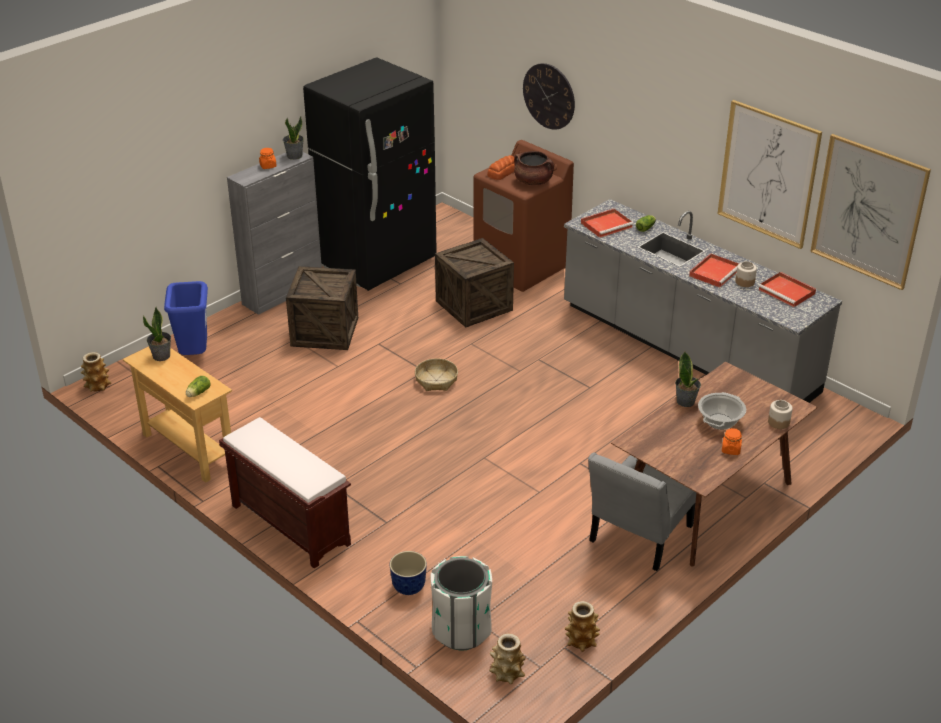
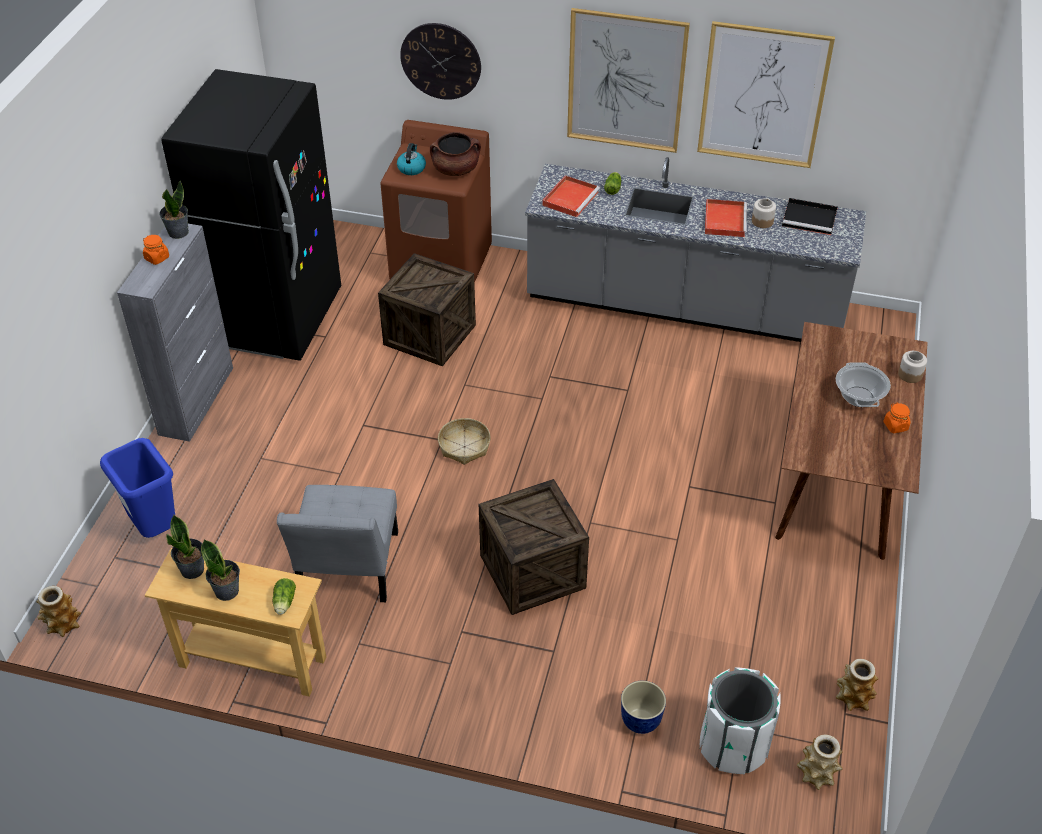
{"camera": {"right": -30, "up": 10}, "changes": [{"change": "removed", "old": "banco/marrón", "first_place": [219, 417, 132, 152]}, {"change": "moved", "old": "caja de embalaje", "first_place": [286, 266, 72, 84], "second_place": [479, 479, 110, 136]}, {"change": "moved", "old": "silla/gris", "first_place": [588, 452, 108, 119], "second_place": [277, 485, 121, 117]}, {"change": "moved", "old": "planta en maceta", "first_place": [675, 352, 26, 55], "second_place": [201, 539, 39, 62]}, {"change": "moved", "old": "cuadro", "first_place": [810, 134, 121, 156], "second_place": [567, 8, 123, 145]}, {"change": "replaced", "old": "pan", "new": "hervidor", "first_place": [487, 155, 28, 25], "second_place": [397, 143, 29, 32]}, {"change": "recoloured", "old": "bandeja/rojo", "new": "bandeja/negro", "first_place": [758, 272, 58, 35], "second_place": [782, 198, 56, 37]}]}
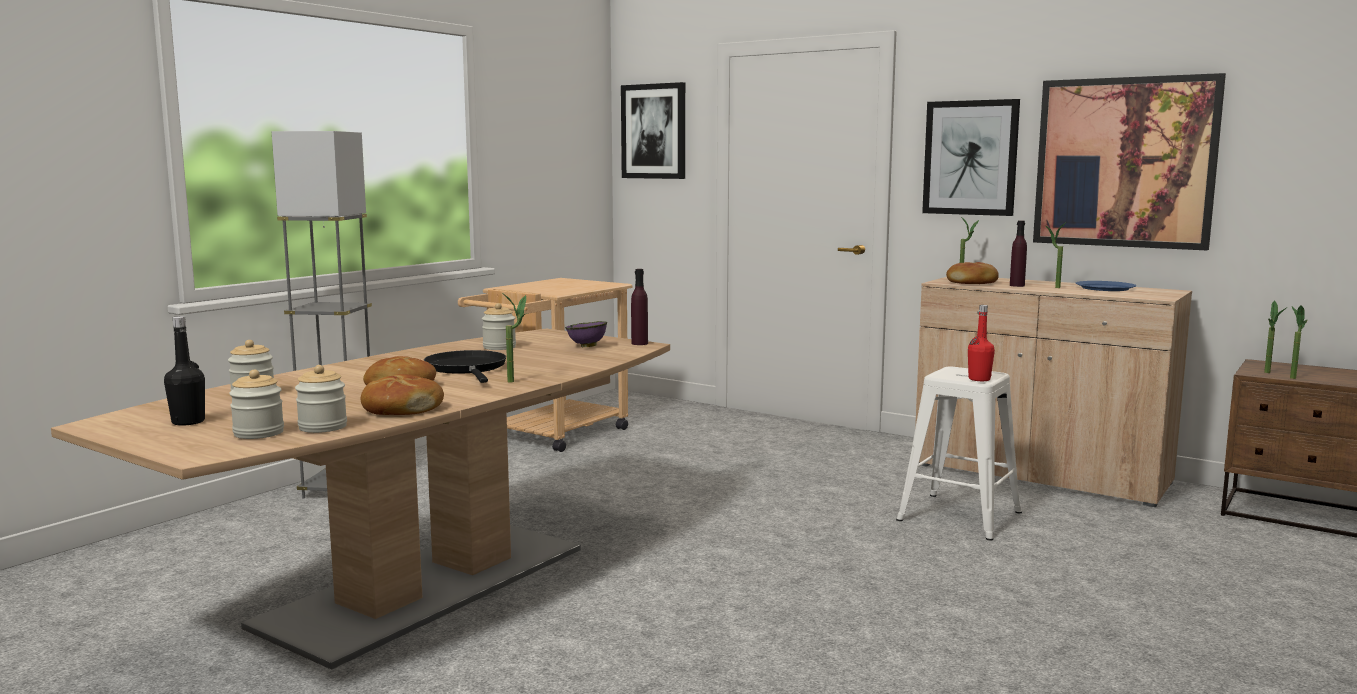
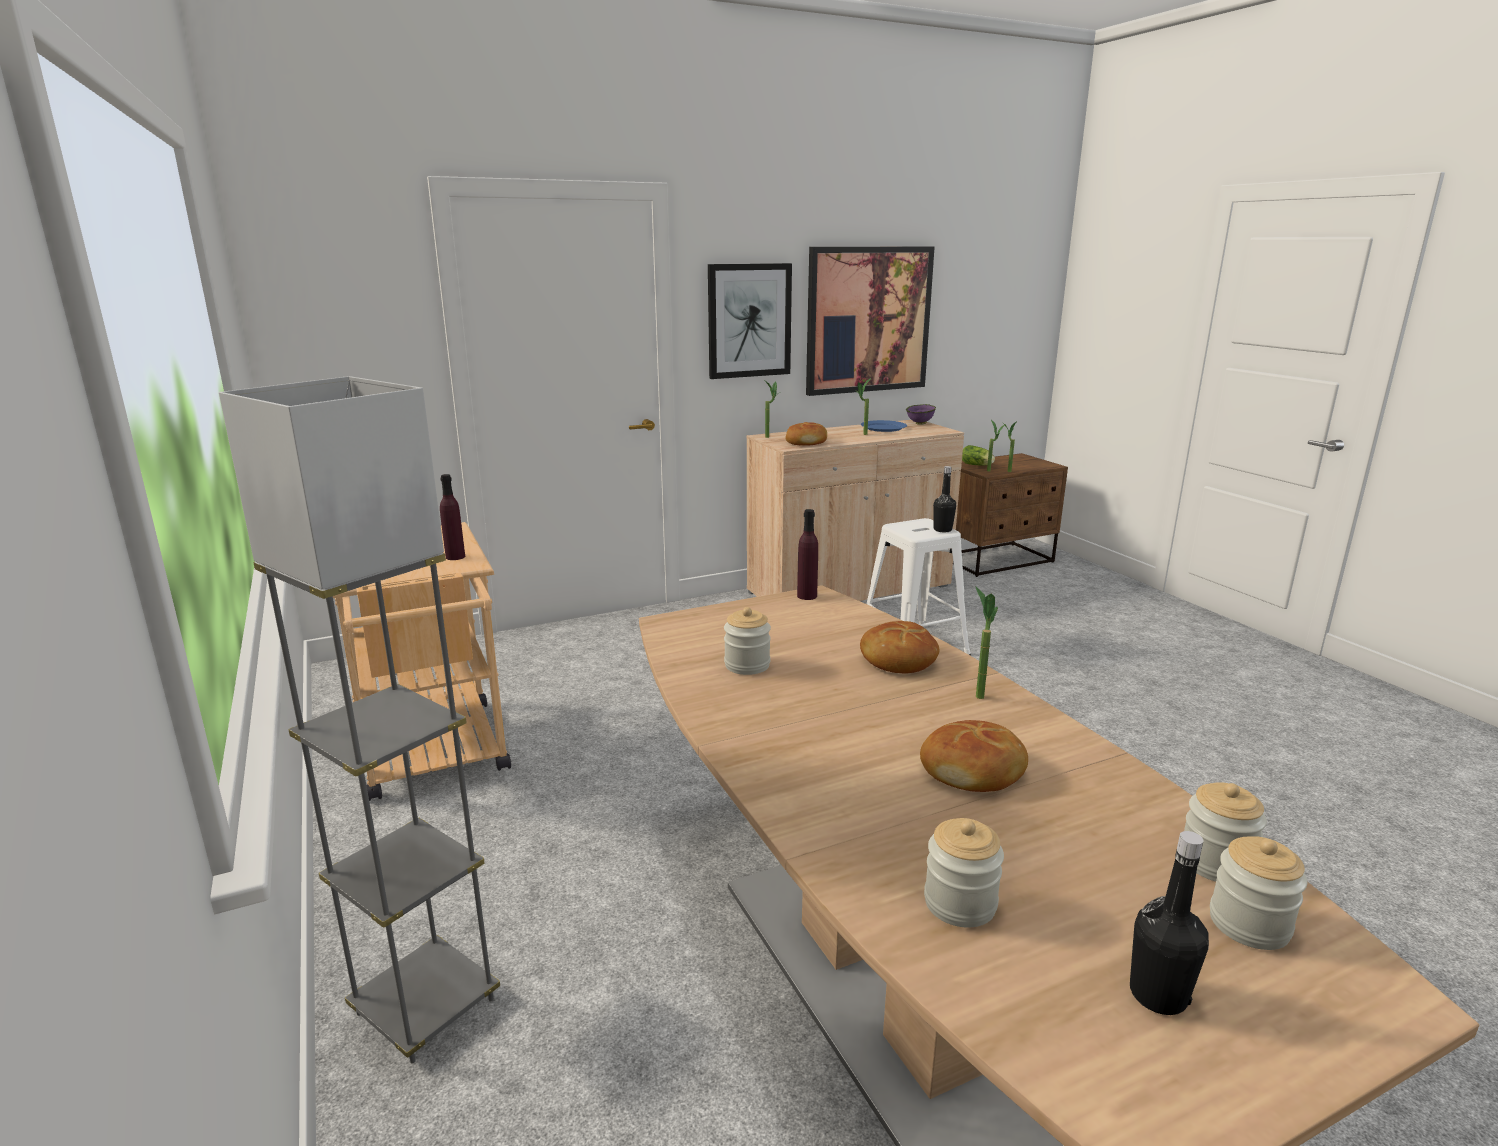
{"camera": {"right": -60, "up": 10}, "changes": [{"change": "removed", "old": "sartén/negro", "first_place": [424, 350, 82, 33]}, {"change": "removed", "old": "cuadro", "first_place": [621, 82, 64, 97]}, {"change": "added", "new": "lechuga", "second_place": [962, 445, 33, 21]}, {"change": "moved", "old": "pan", "first_place": [361, 374, 83, 41], "second_place": [860, 621, 79, 52]}, {"change": "moved", "old": "cuenco/morado", "first_place": [565, 321, 42, 26], "second_place": [906, 404, 30, 21]}, {"change": "moved", "old": "botella/morado", "first_place": [1010, 221, 17, 66], "second_place": [440, 474, 25, 86]}, {"change": "recoloured", "old": "botella/rojo", "new": "botella/negro", "first_place": [968, 305, 27, 76], "second_place": [933, 466, 23, 66]}]}
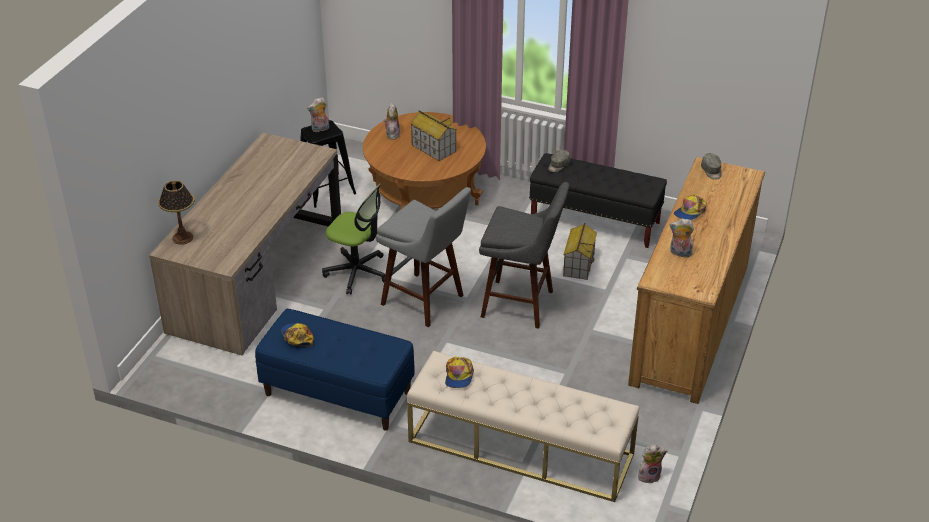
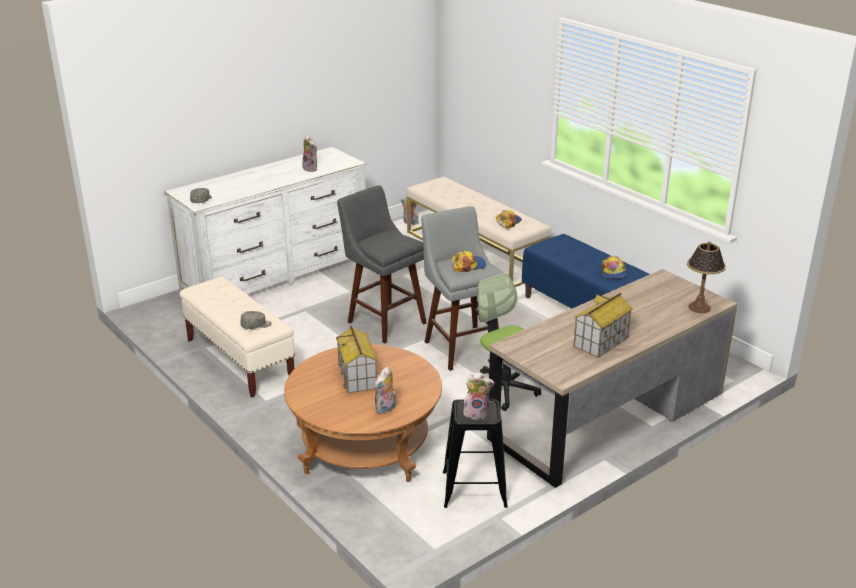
{"camera": {"right": -150, "up": -10}, "changes": [{"change": "moved", "old": "casita", "first_place": [563, 223, 34, 57], "second_place": [573, 293, 59, 65]}, {"change": "moved", "old": "gorra", "first_place": [674, 194, 33, 26], "second_place": [452, 251, 34, 21]}, {"change": "recoloured", "old": "banco/negro", "new": "banco/beis", "first_place": [529, 153, 138, 95], "second_place": [180, 277, 115, 120]}, {"change": "recoloured", "old": "cómoda/marrón", "new": "cómoda/blanco", "first_place": [628, 157, 137, 247], "second_place": [164, 147, 203, 147]}]}
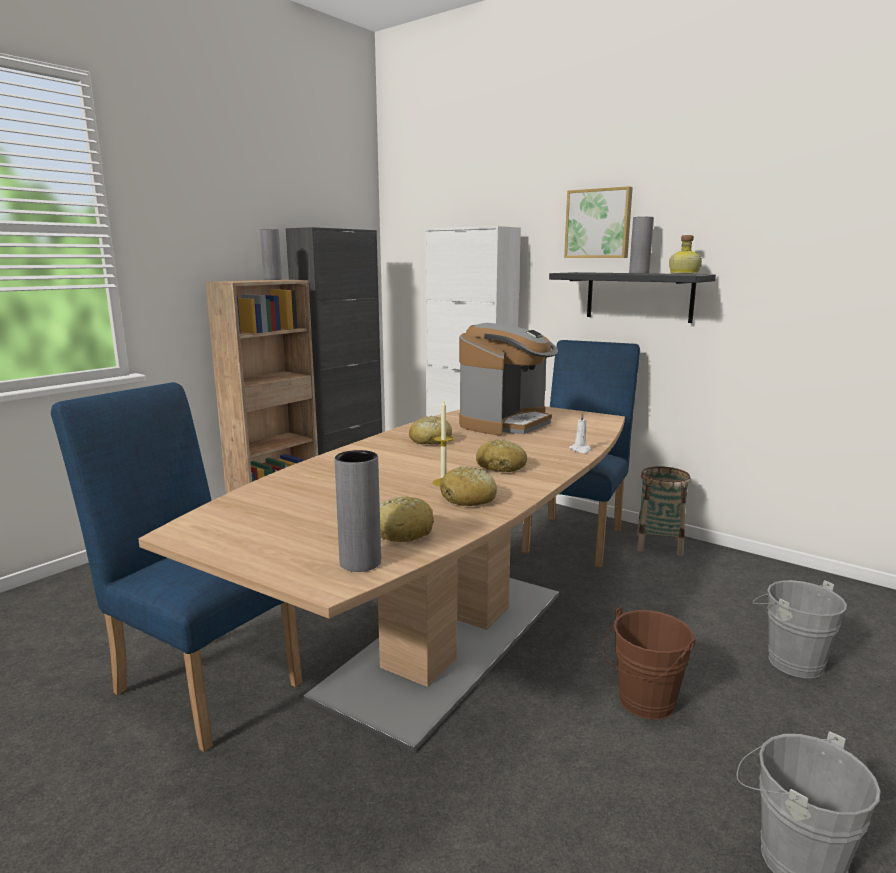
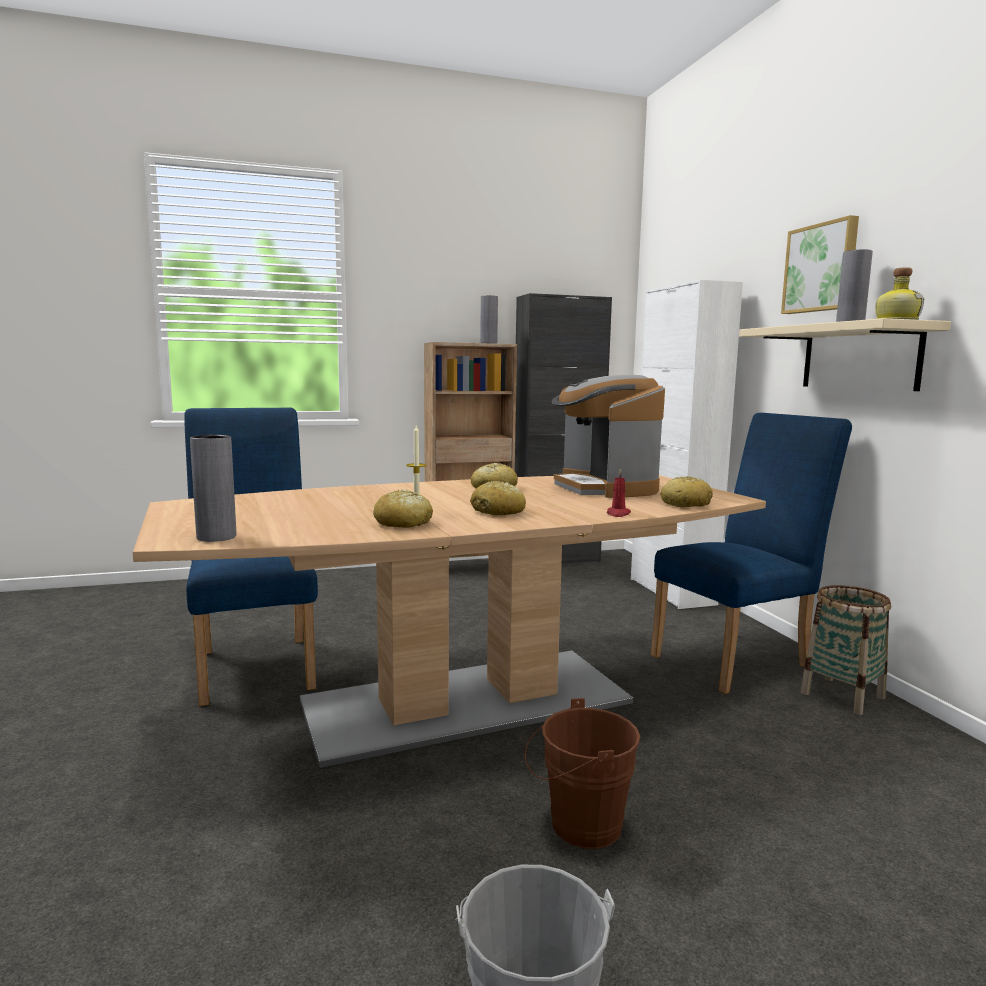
{"camera": {"right": 35, "up": -5}, "changes": [{"change": "removed", "old": "cubo/gris", "first_place": [753, 580, 94, 98]}, {"change": "moved", "old": "pan", "first_place": [380, 496, 54, 46], "second_place": [660, 476, 53, 31]}, {"change": "recoloured", "old": "estante/negro", "new": "estante/beis", "first_place": [549, 272, 167, 51], "second_place": [739, 318, 212, 73]}, {"change": "recoloured", "old": "vela/blanco", "new": "vela/rojo", "first_place": [569, 412, 22, 41], "second_place": [607, 468, 24, 49]}, {"change": "turned", "old": "cafetera", "first_place": [459, 323, 99, 112], "second_place": [552, 375, 113, 123], "degrees": 90}]}
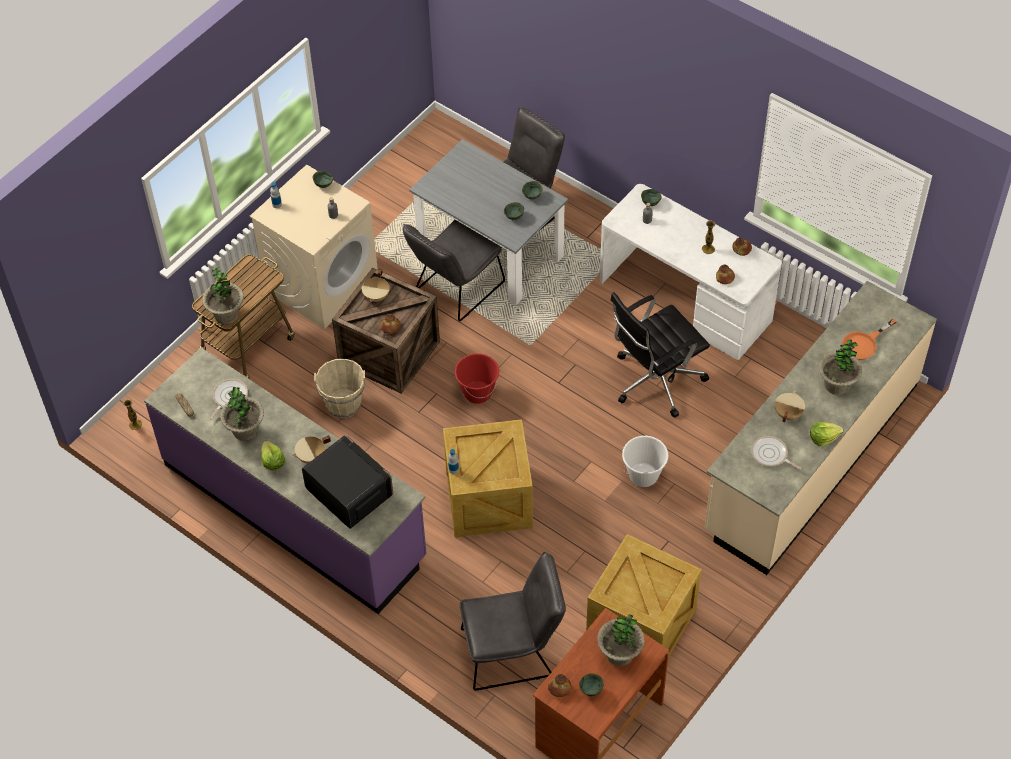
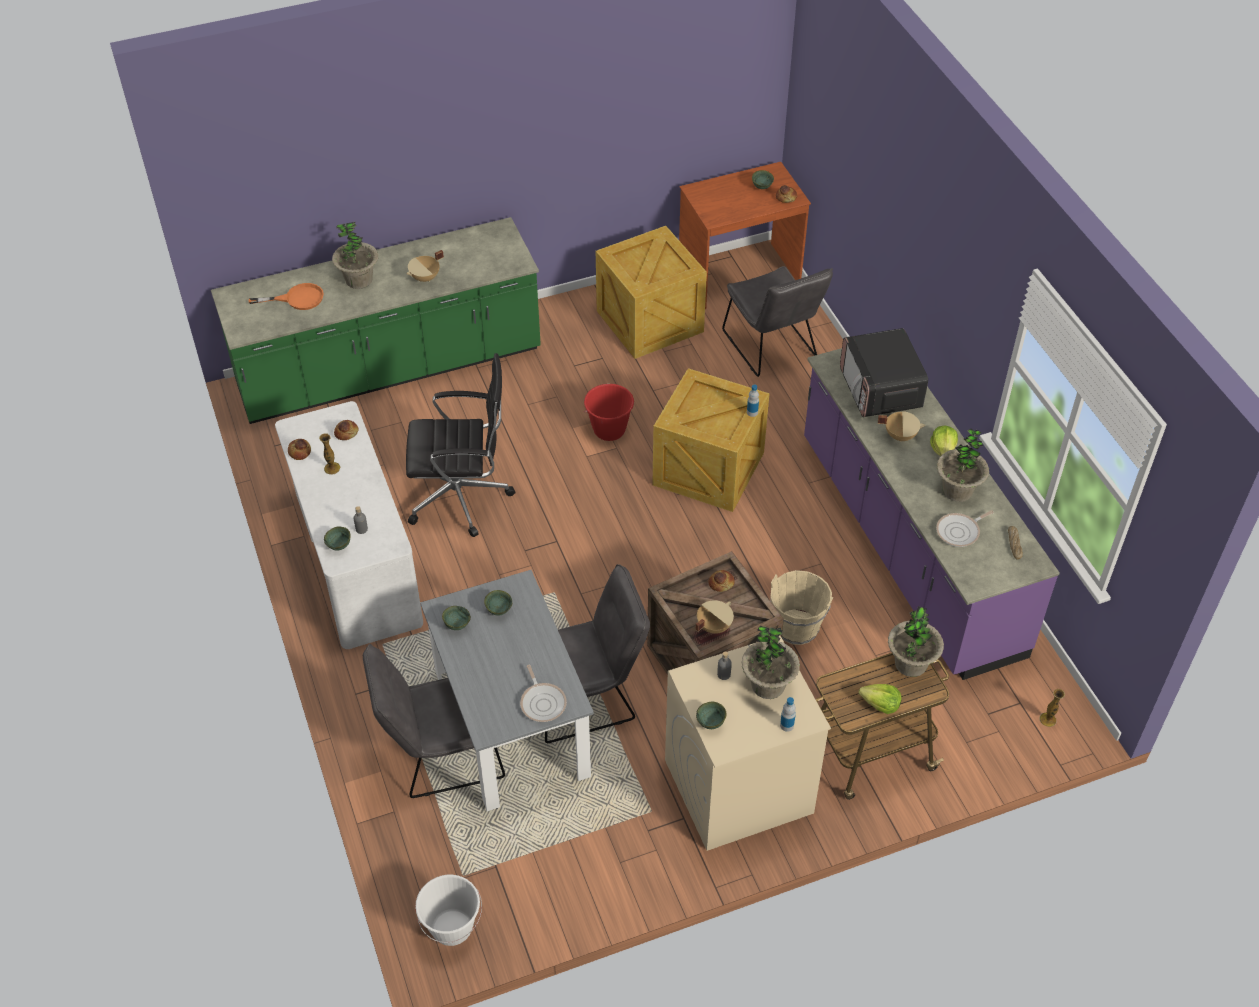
{"camera": {"right": -150, "up": -5}, "changes": [{"change": "moved", "old": "cubo/rojo", "first_place": [455, 353, 44, 51], "second_place": [584, 384, 50, 57]}, {"change": "moved", "old": "planta en maceta", "first_place": [597, 614, 48, 52], "second_place": [741, 626, 59, 73]}, {"change": "moved", "old": "cubo/blanco", "first_place": [622, 436, 46, 51], "second_place": [415, 875, 67, 71]}, {"change": "moved", "old": "sartén", "first_place": [751, 436, 50, 34], "second_place": [520, 665, 47, 57]}, {"change": "moved", "old": "lechuga", "first_place": [810, 422, 33, 24], "second_place": [859, 684, 43, 30]}, {"change": "recoloured", "old": "mueble bajo de cocina/beis", "new": "mueble bajo de cocina/verde", "first_place": [704, 281, 233, 294], "second_place": [211, 217, 330, 207]}, {"change": "turned", "old": "silla/gris", "first_place": [460, 552, 106, 139], "second_place": [722, 266, 111, 111], "degrees": -135}]}
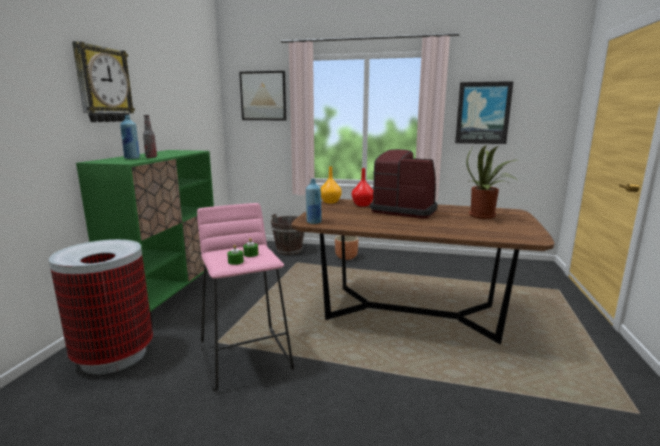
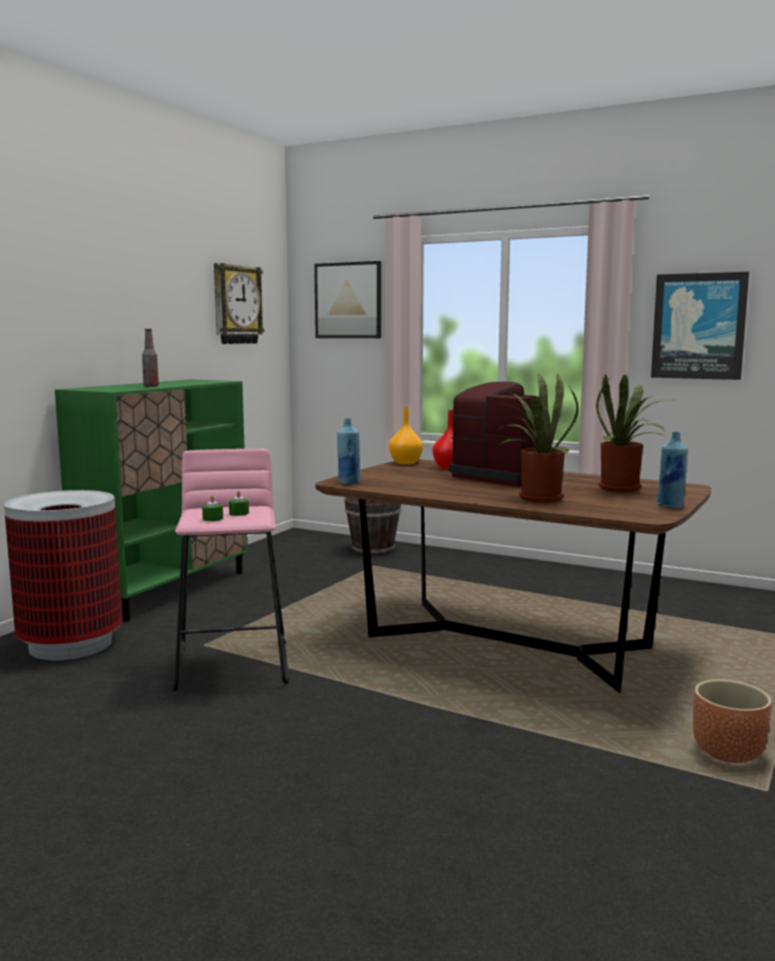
{"camera": {"right": 15, "up": -5}, "changes": [{"change": "added", "new": "planta en maceta", "second_place": [492, 373, 87, 130]}, {"change": "moved", "old": "reloj de pared", "first_place": [72, 41, 63, 81], "second_place": [214, 263, 50, 81]}, {"change": "moved", "old": "botella/azul", "first_place": [120, 115, 20, 44], "second_place": [657, 432, 31, 76]}, {"change": "moved", "old": "maceta/marrón", "first_place": [335, 235, 23, 25], "second_place": [693, 679, 79, 84]}]}
